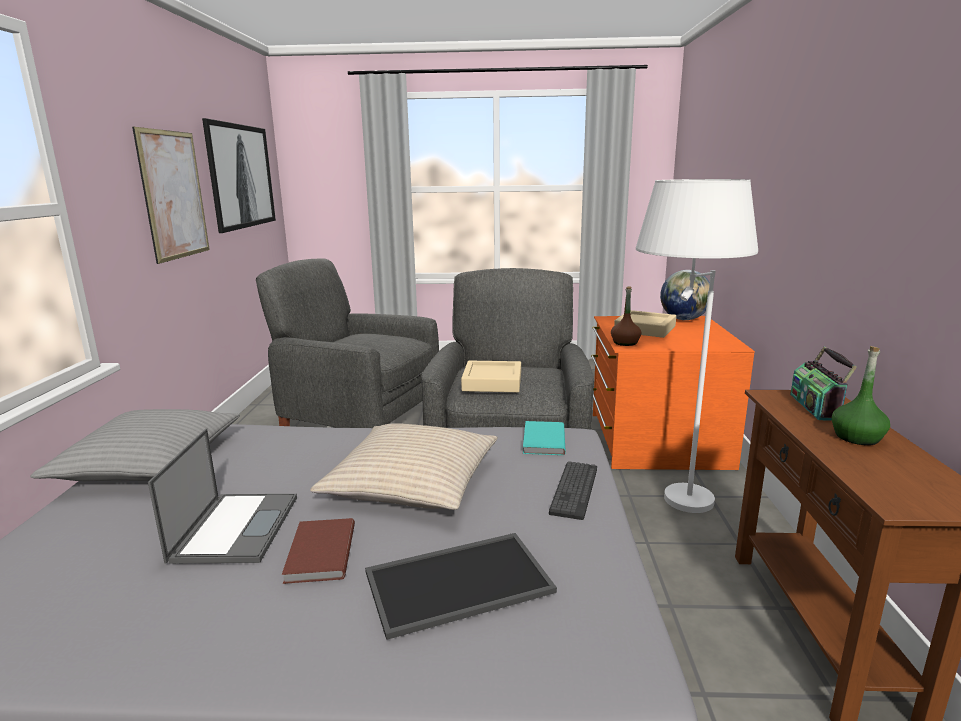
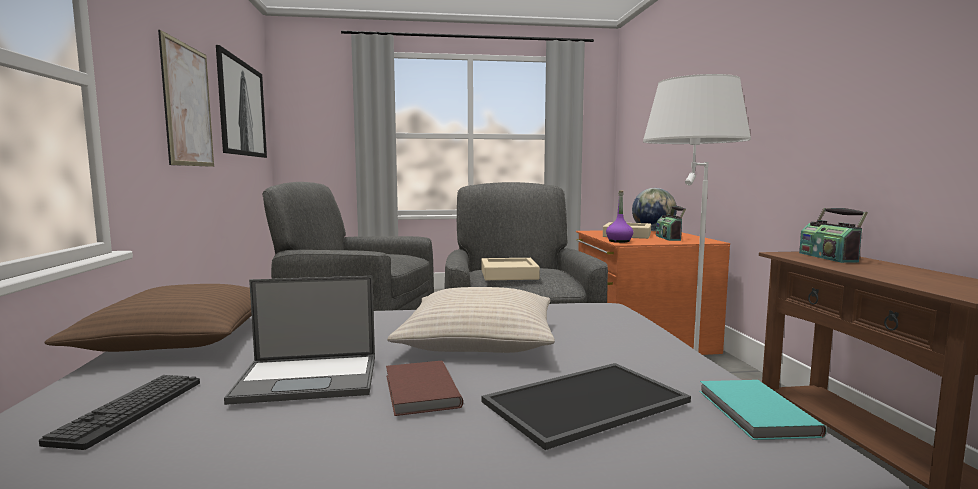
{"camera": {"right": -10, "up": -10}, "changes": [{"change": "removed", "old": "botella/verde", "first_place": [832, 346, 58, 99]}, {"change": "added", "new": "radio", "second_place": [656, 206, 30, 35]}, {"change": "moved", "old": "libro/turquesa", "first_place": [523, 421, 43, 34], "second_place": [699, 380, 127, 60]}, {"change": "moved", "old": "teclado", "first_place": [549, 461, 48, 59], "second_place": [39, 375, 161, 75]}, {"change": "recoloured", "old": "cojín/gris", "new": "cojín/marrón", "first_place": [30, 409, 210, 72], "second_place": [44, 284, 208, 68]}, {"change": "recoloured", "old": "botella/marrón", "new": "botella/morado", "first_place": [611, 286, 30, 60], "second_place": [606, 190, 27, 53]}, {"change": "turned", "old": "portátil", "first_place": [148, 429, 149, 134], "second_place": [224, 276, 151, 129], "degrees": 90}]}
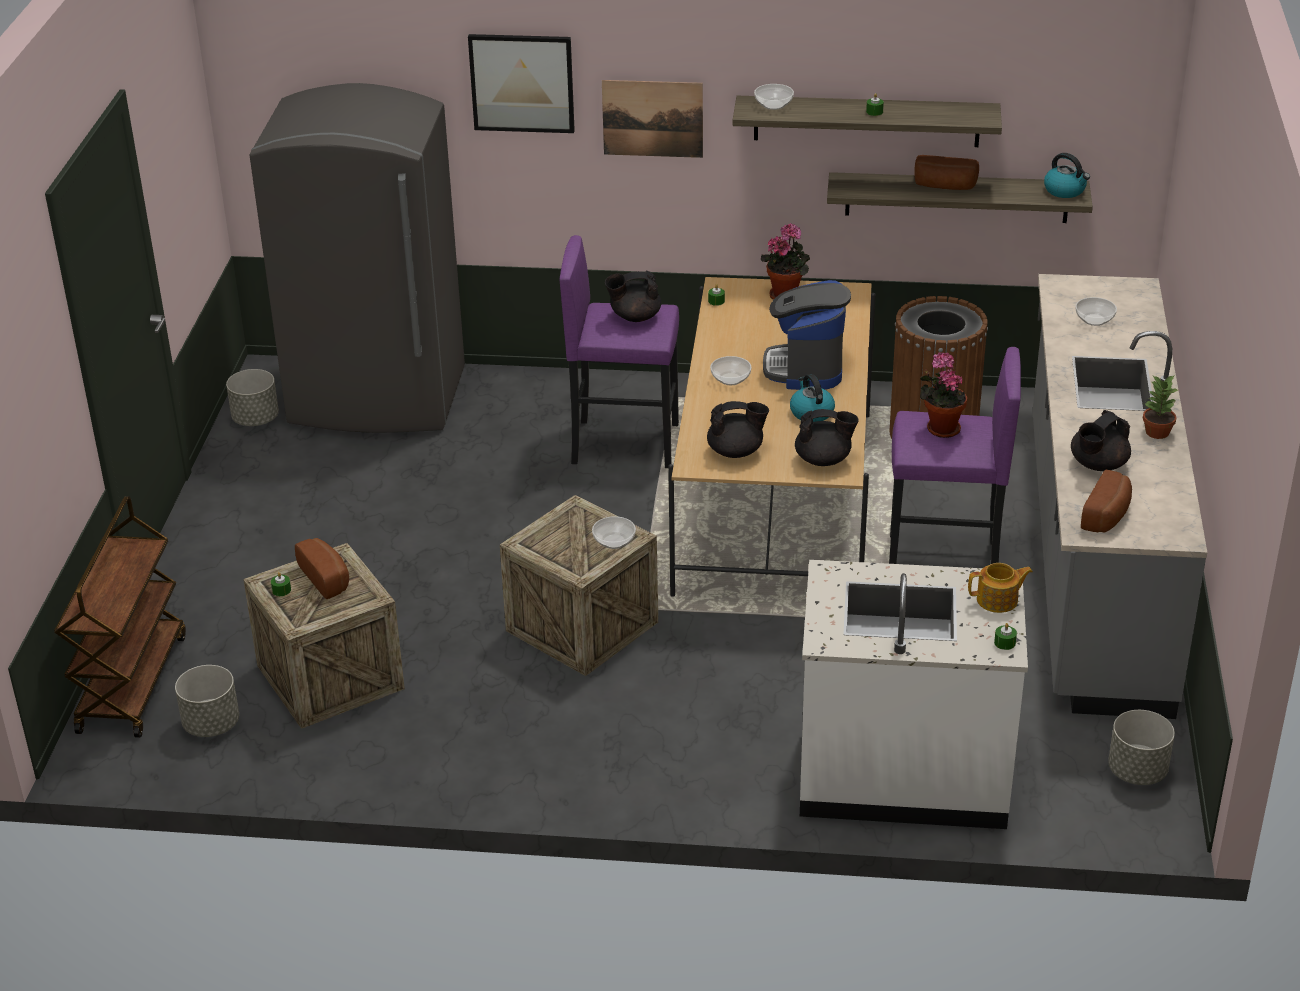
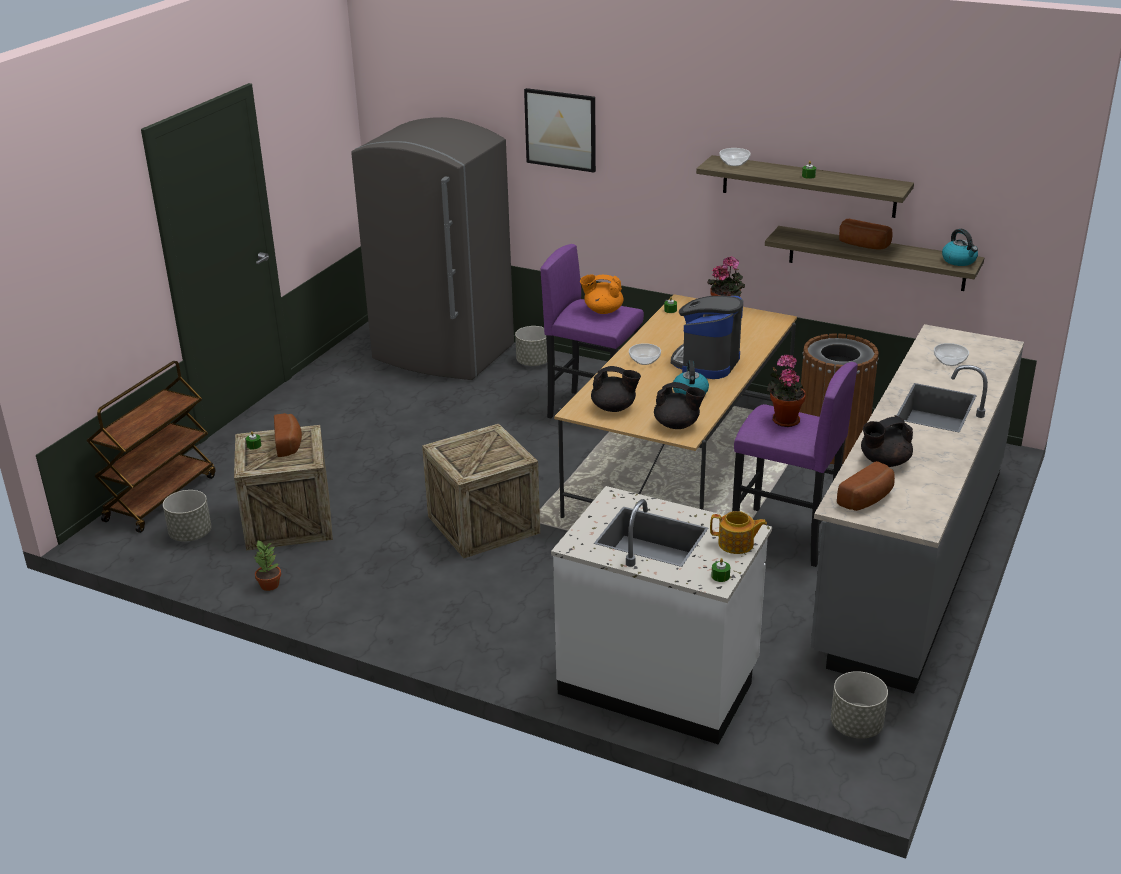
{"camera": {"right": 20, "up": -5}, "changes": [{"change": "removed", "old": "cuenco", "first_place": [592, 516, 44, 33]}, {"change": "removed", "old": "cuadro", "first_place": [602, 80, 101, 78]}, {"change": "moved", "old": "maceta/gris", "first_place": [226, 369, 53, 57], "second_place": [515, 326, 32, 40]}, {"change": "moved", "old": "planta en maceta", "first_place": [1143, 376, 35, 63], "second_place": [254, 540, 27, 51]}, {"change": "recoloured", "old": "tetera/negro", "new": "tetera/naranja", "first_place": [605, 271, 56, 51], "second_place": [580, 274, 44, 40]}]}
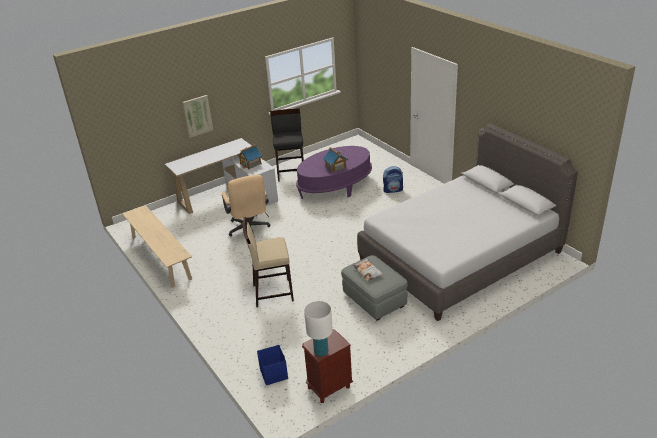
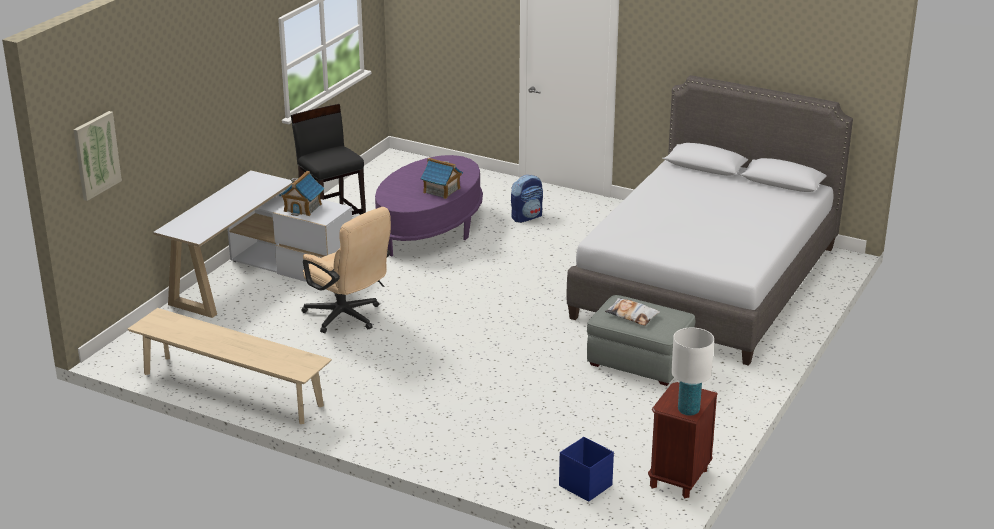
{"camera": {"right": -30, "up": -5}, "changes": [{"change": "removed", "old": "taburete/beis", "first_place": [242, 217, 52, 90]}, {"change": "moved", "old": "cuadro", "first_place": [182, 95, 31, 43], "second_place": [73, 111, 49, 90]}]}
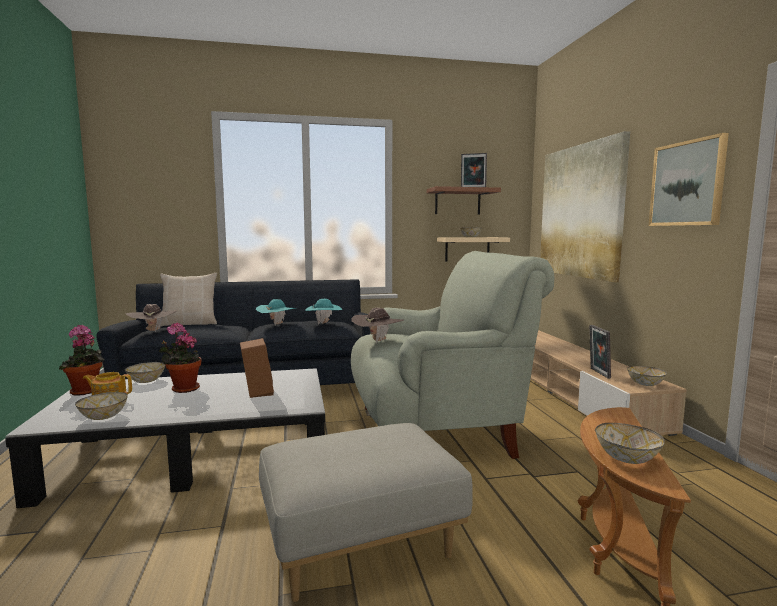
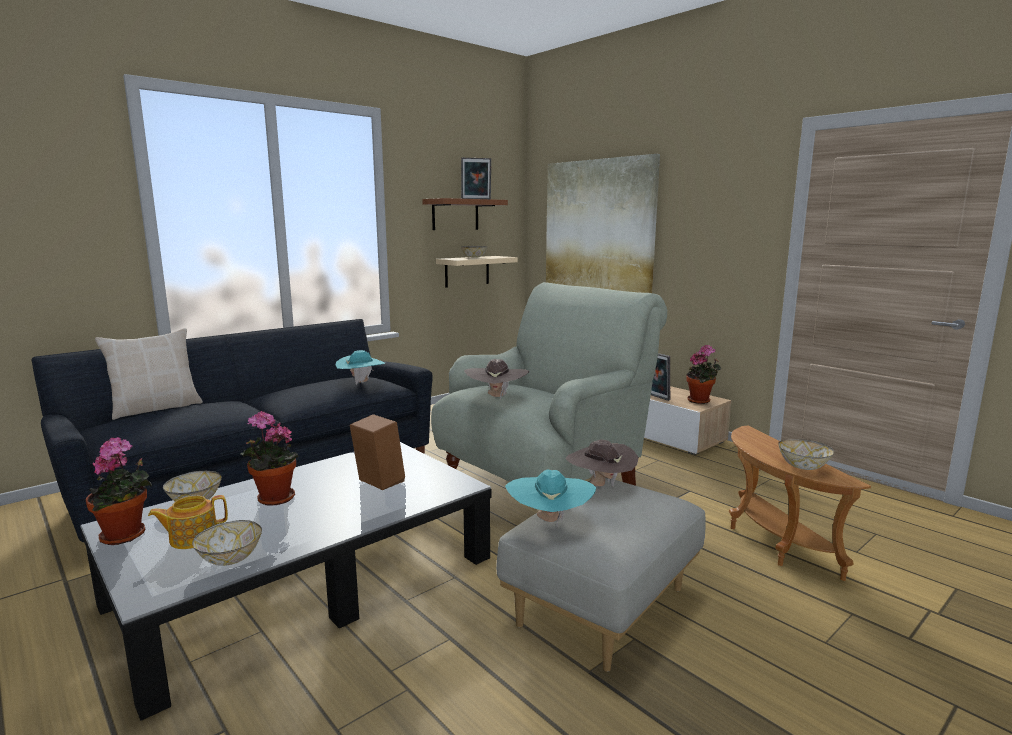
{"camera": {"right": -30, "up": 5}, "changes": [{"change": "removed", "old": "cuadro", "first_place": [649, 133, 80, 93]}, {"change": "moved", "old": "sombrero/marrón", "first_place": [126, 304, 50, 28], "second_place": [565, 440, 74, 47]}, {"change": "moved", "old": "sombrero/turquesa", "first_place": [256, 299, 39, 26], "second_place": [505, 470, 91, 56]}, {"change": "replaced", "old": "cuenco", "new": "planta en maceta", "first_place": [627, 366, 40, 20], "second_place": [686, 345, 36, 59]}]}
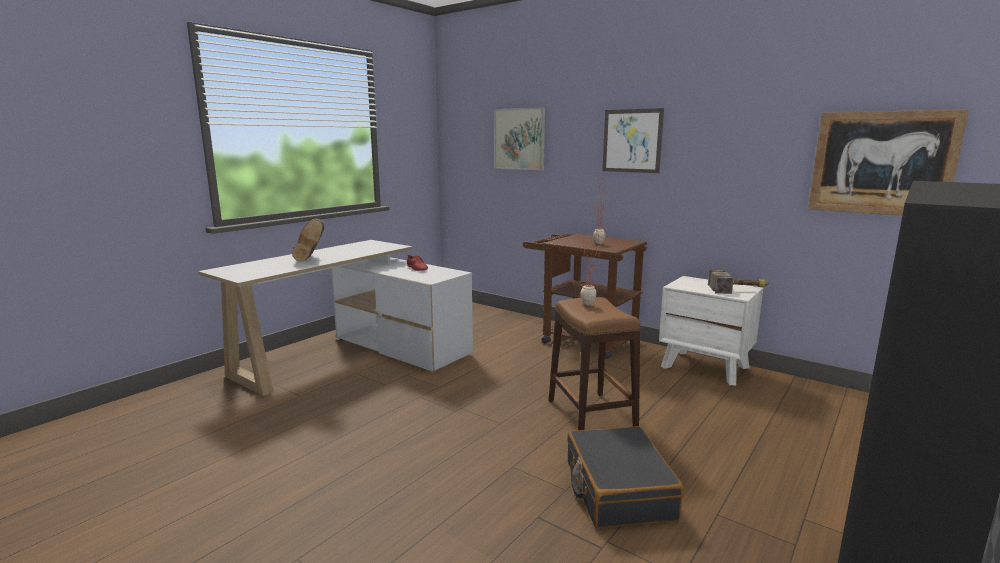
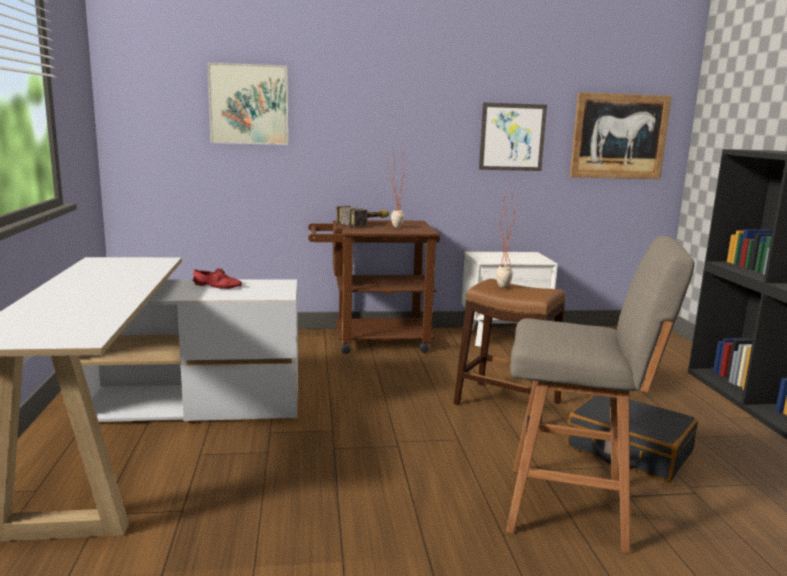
{"camera": {"right": -45, "up": 0}, "changes": [{"change": "removed", "old": "bota/marrón", "first_place": [292, 219, 32, 43]}, {"change": "added", "new": "taburete/gris", "second_place": [506, 236, 189, 317]}, {"change": "moved", "old": "cuadro", "first_place": [602, 108, 62, 65], "second_place": [479, 102, 68, 69]}, {"change": "moved", "old": "martillo", "first_place": [708, 270, 61, 24], "second_place": [336, 206, 53, 21]}]}
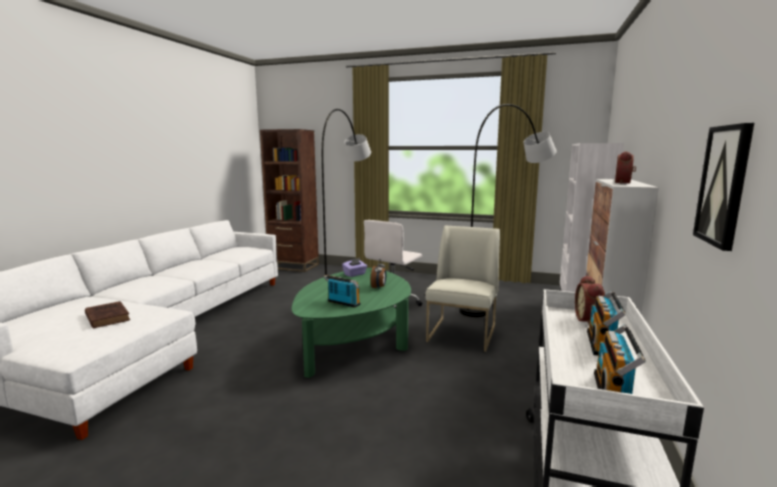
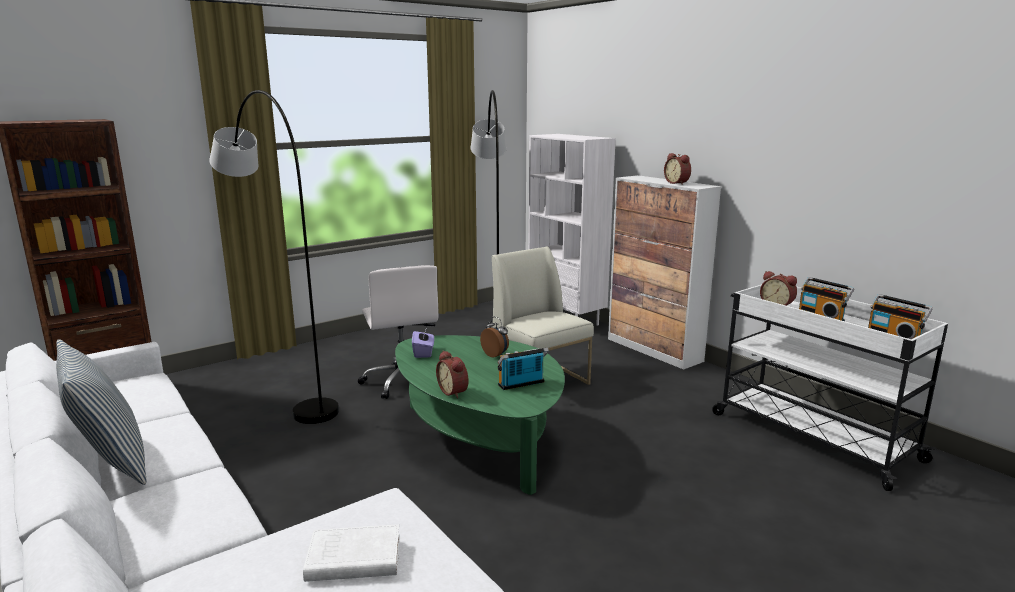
{"camera": {"right": -55, "up": 5}, "changes": [{"change": "removed", "old": "cuadro", "first_place": [693, 123, 61, 128]}, {"change": "added", "new": "cojín", "second_place": [56, 339, 90, 146]}, {"change": "added", "new": "despertador", "second_place": [436, 351, 33, 47]}, {"change": "recoloured", "old": "libro/marrón", "new": "libro/blanco", "first_place": [85, 301, 45, 27], "second_place": [303, 524, 97, 58]}]}
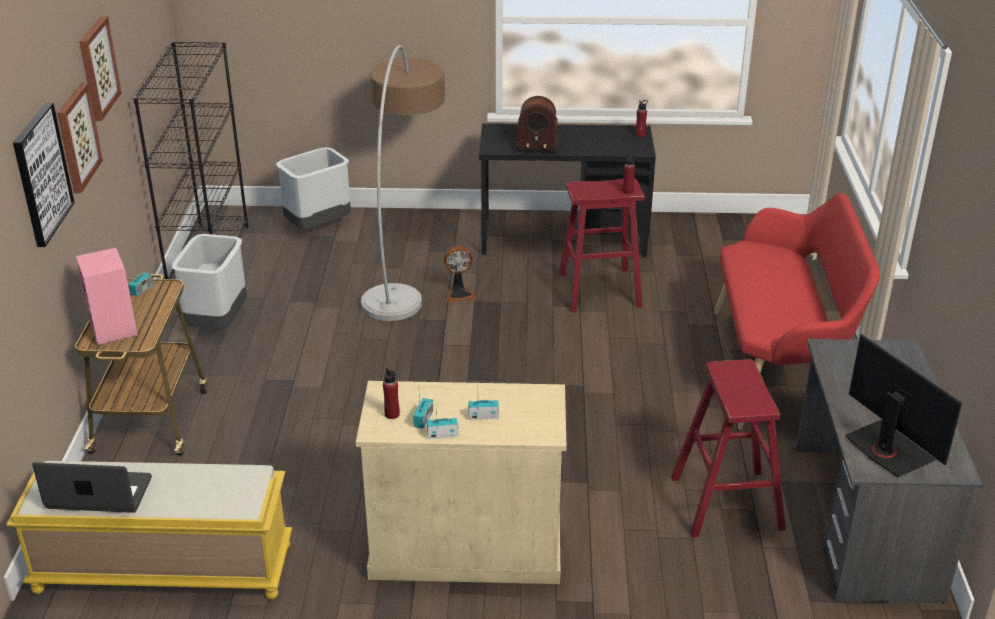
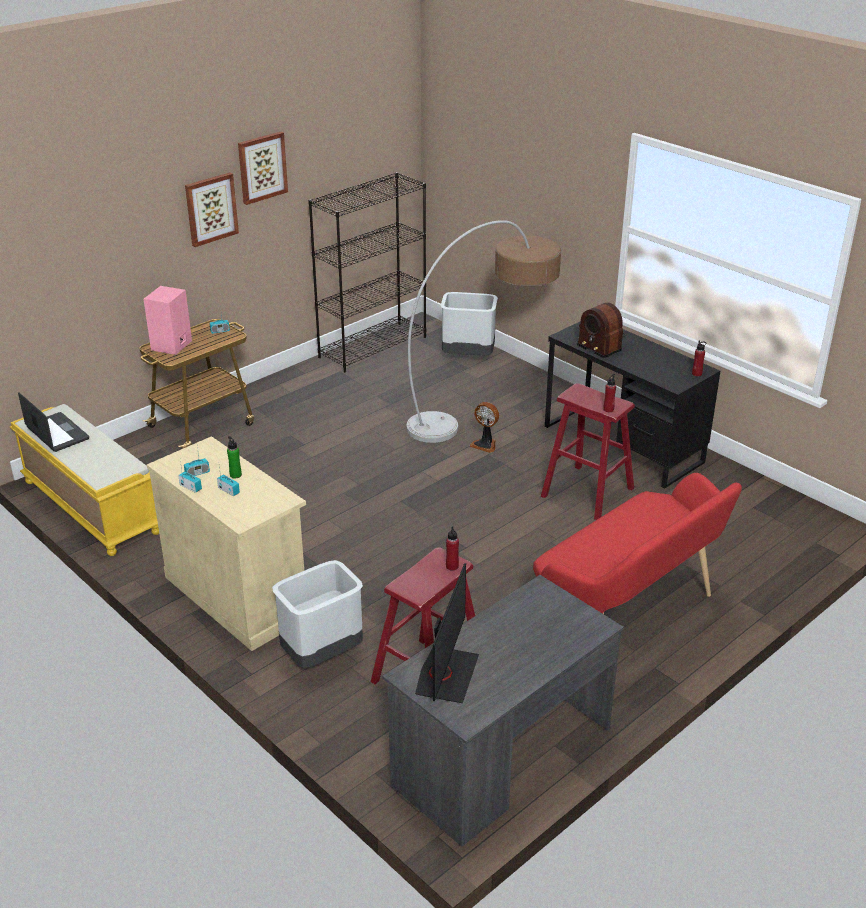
{"camera": {"right": 45, "up": 0}, "changes": [{"change": "removed", "old": "cuadro", "first_place": [13, 103, 62, 144]}, {"change": "added", "new": "botella/verde", "second_place": [227, 436, 15, 43]}, {"change": "moved", "old": "papelera/gris", "first_place": [172, 234, 75, 95], "second_place": [272, 560, 91, 108]}, {"change": "moved", "old": "botella/rojo", "first_place": [383, 368, 17, 51], "second_place": [446, 526, 13, 45]}]}
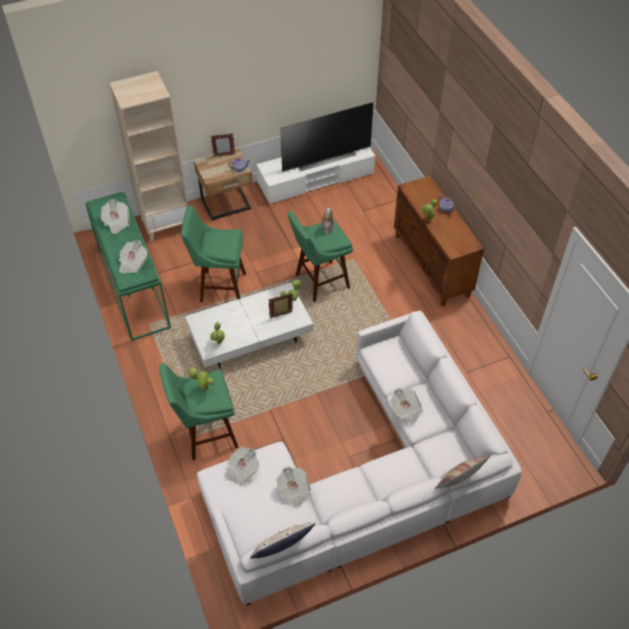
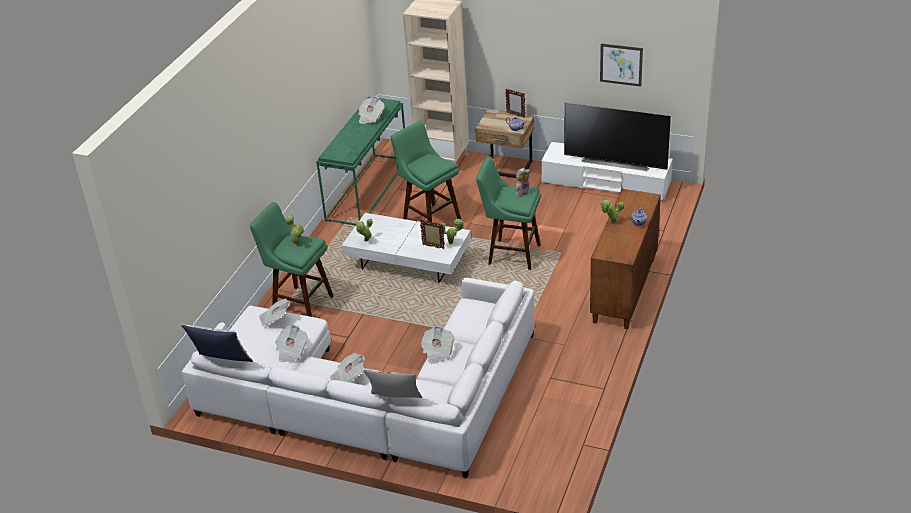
{"camera": {"right": 45, "up": -15}, "changes": [{"change": "added", "new": "cuadro", "second_place": [600, 43, 43, 44]}, {"change": "moved", "old": "periódico", "first_place": [119, 240, 28, 33], "second_place": [330, 353, 35, 29]}]}
